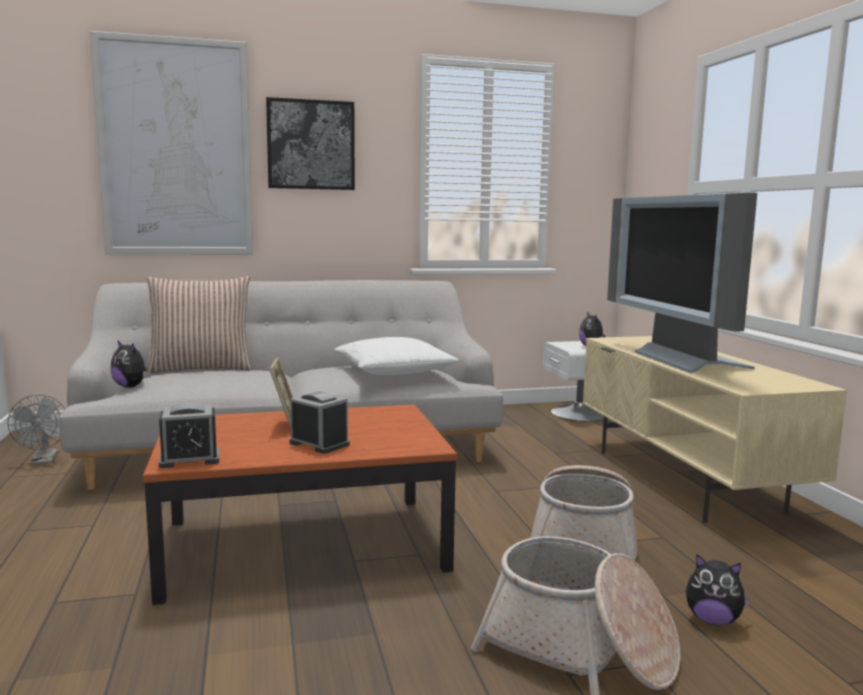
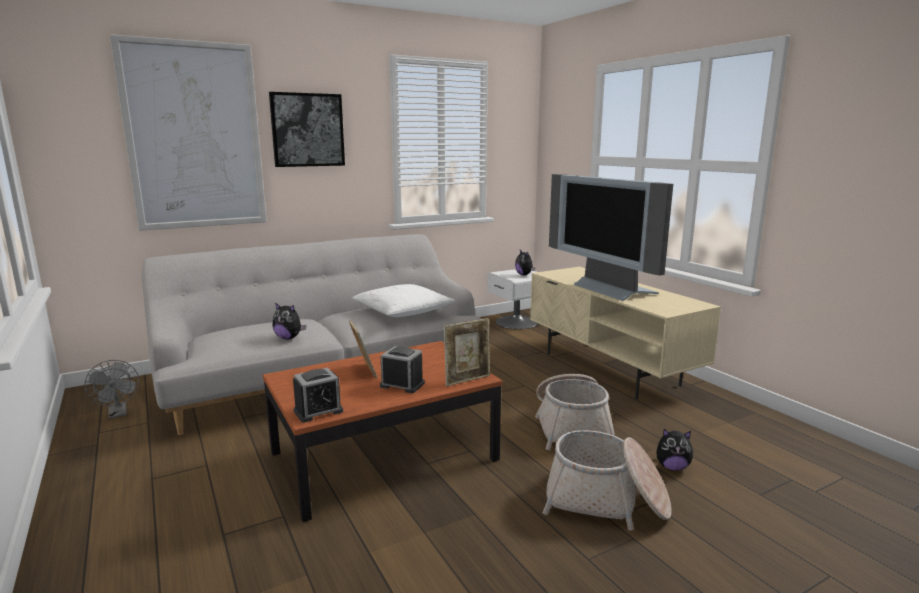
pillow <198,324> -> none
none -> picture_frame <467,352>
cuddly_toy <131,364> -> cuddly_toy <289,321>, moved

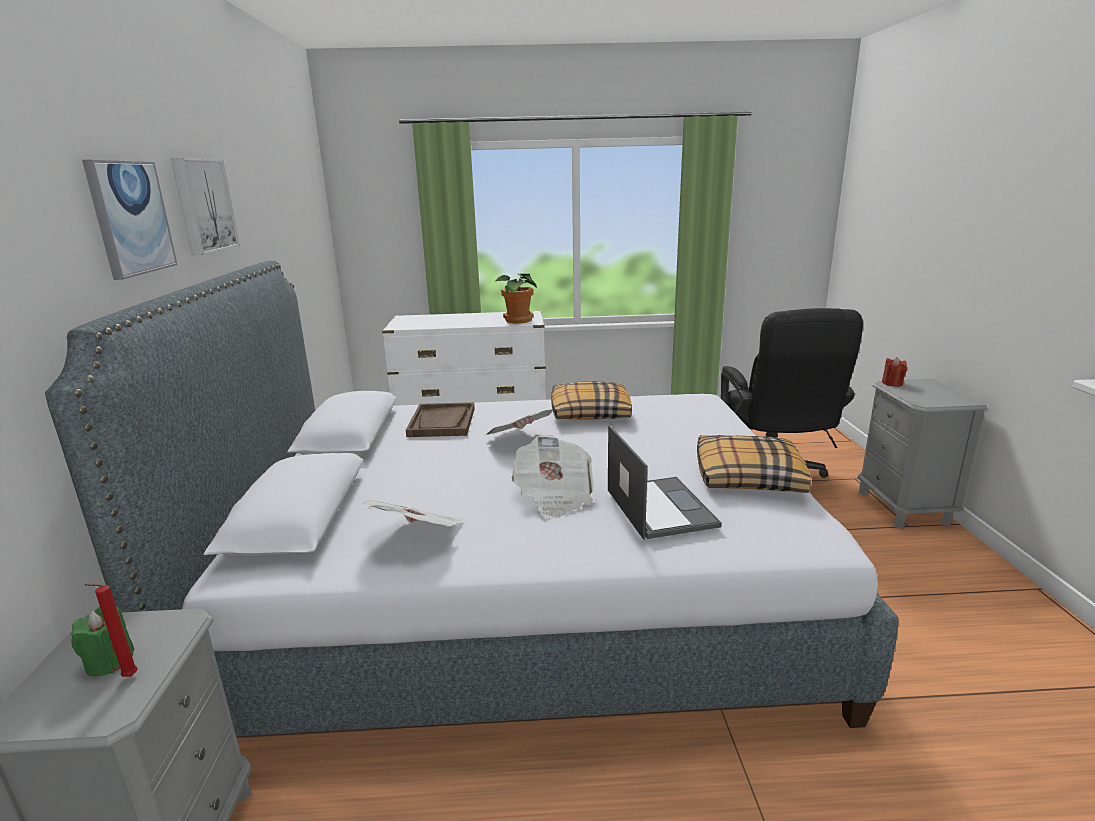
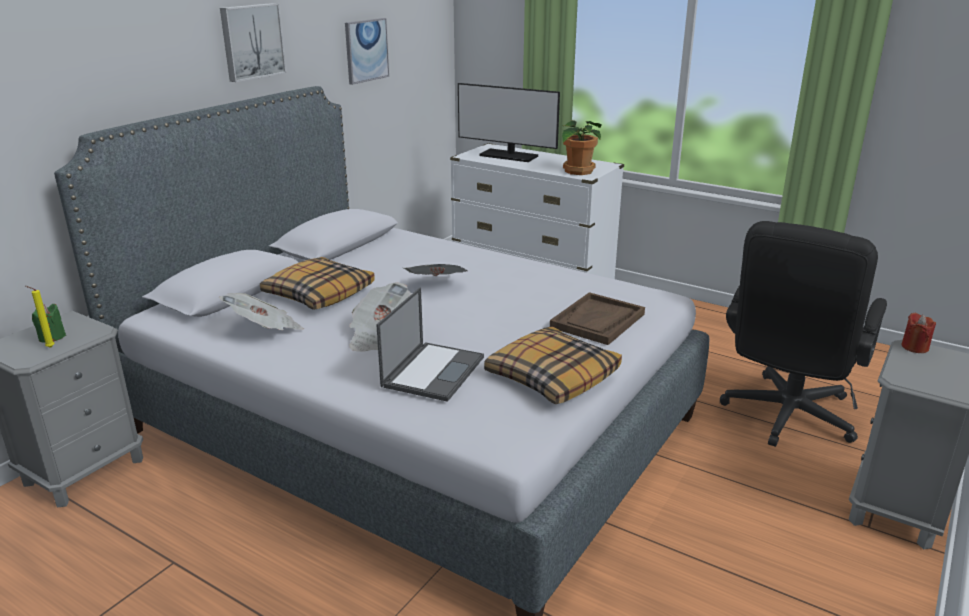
none -> monitor <509,122>
wall_art <130,219> -> wall_art <367,51>, moved
brownish_carrying_tray <440,419> -> brownish_carrying_tray <597,318>, moved
pillow <591,400> -> pillow <317,283>, moved
red-coloured_wax_candle <111,630> -> yellow_wax_candle <40,317>

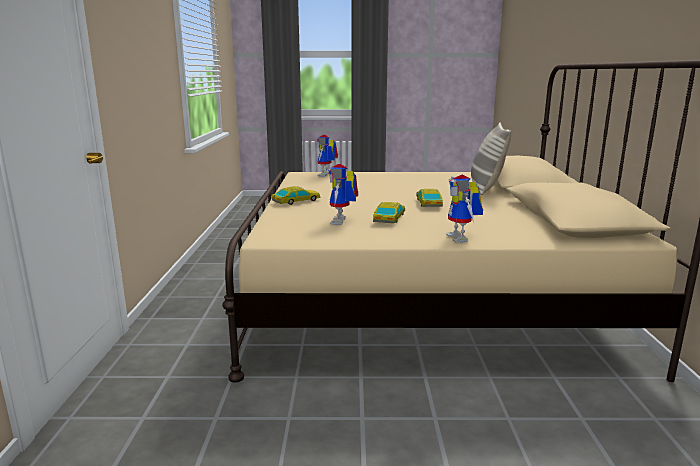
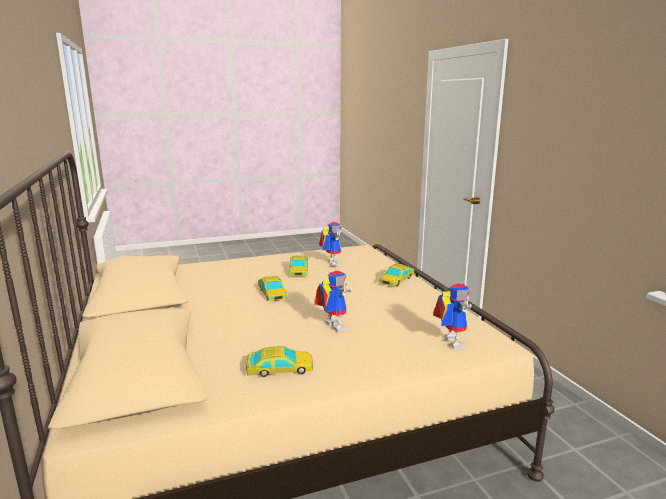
pillow <491,158> -> none
none -> model_car <279,361>
model_robot <464,209> -> model_robot <333,301>, moved

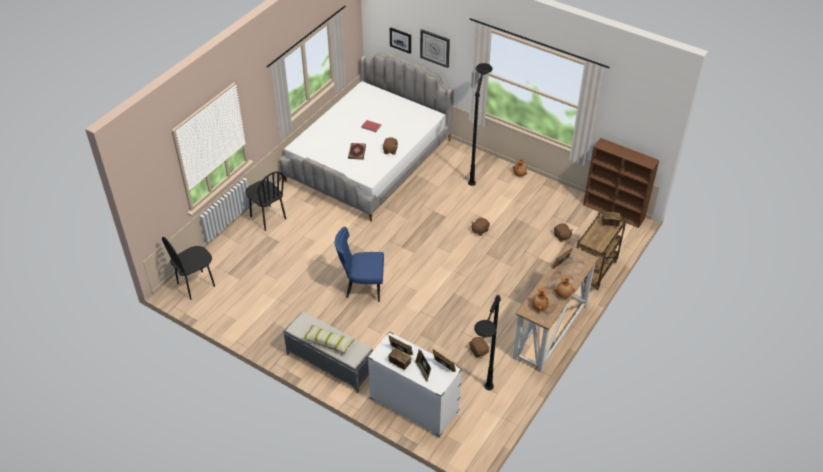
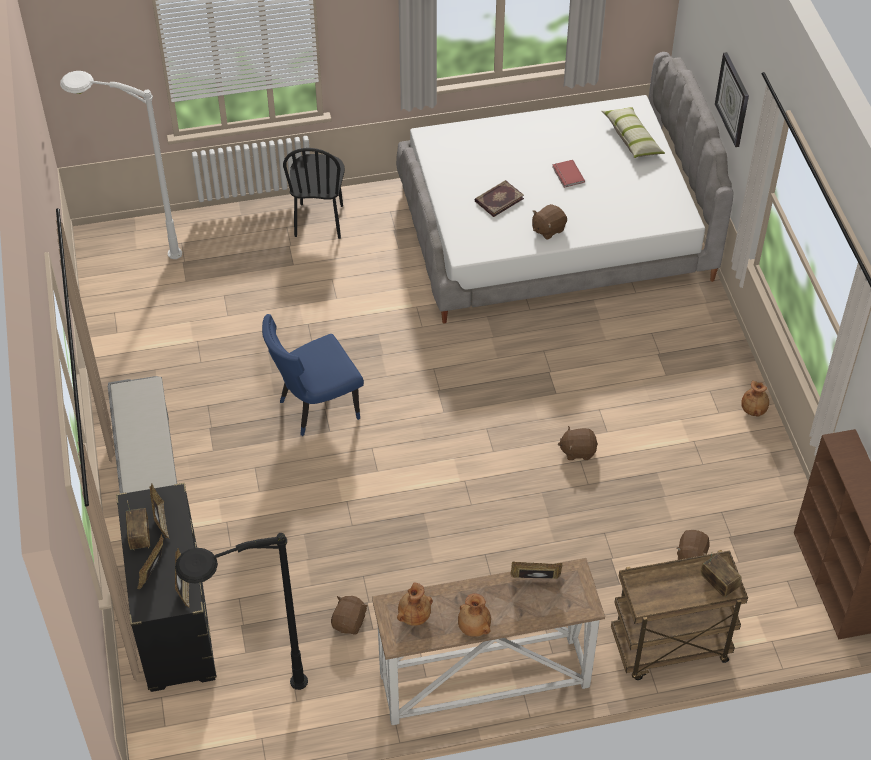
wall_art <400,40> -> none
blackish_standard_lamp <480,124> -> none
pillow <328,339> -> pillow <633,132>, moved
blackish_upright_chair <188,268> -> white_standard_lamp <121,165>
white_dresser <415,385> -> blackish_dresser <166,587>
blue-coloured_upright_chair <359,264> -> blue-coloured_upright_chair <313,375>, 75 degrees counterclockwise

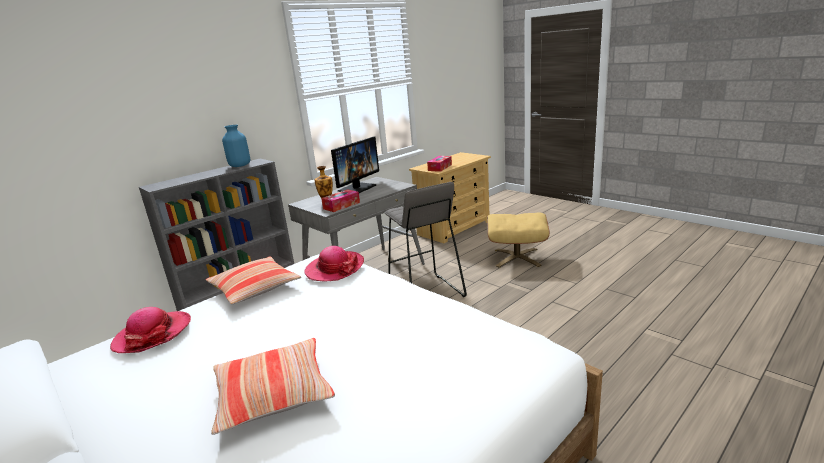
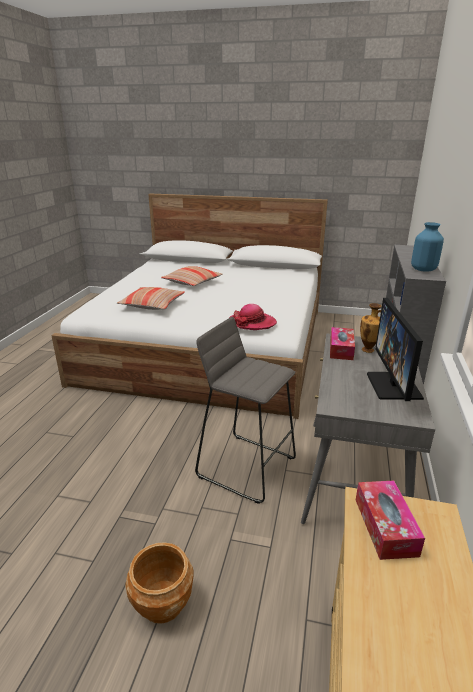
clothing_hat <150,330> -> none
pillow <253,280> -> pillow <151,298>, moved
beige_pouffe <518,240> -> brownish_planter <159,583>

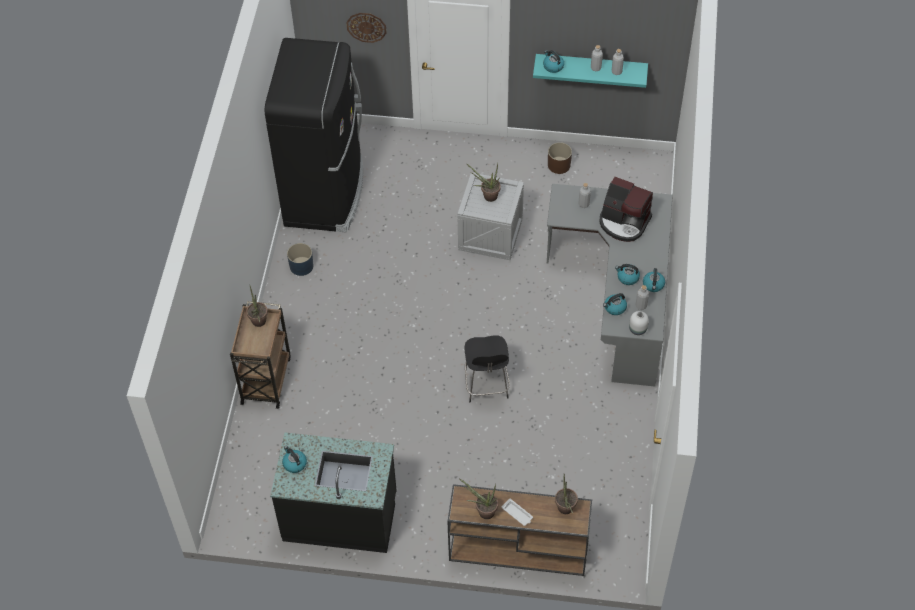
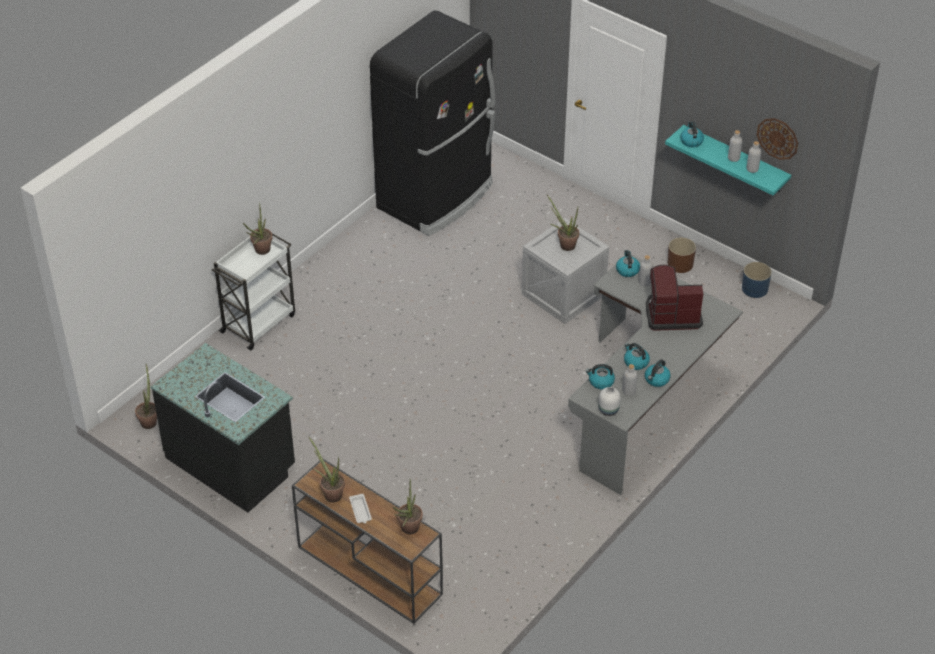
blackish_sitting_stool <487,368> -> none
none -> plant_in_a_pot <146,396>
tea_kettle <294,459> -> tea_kettle <628,263>, moved
blue-coloured_planter <300,259> -> blue-coloured_planter <757,280>, moved
clock_on_the_wall <366,28> -> clock_on_the_wall <777,139>, moved
brownish_cart <260,355> -> white_cart <253,291>
coffee_maker <626,209> -> coffee_maker <674,298>, 120 degrees clockwise

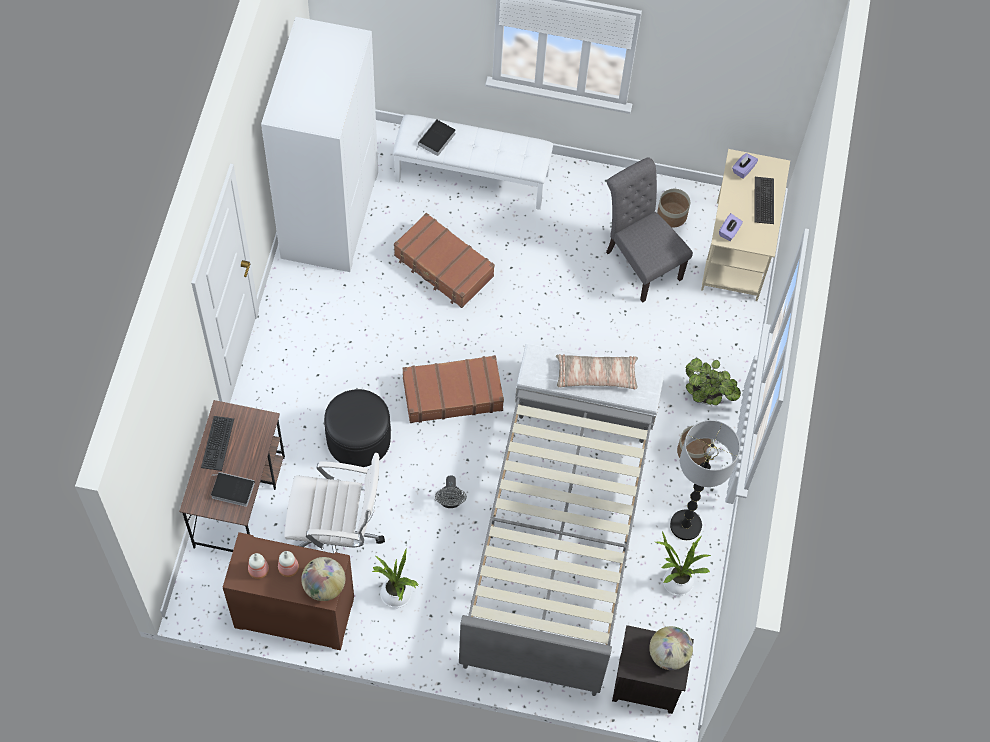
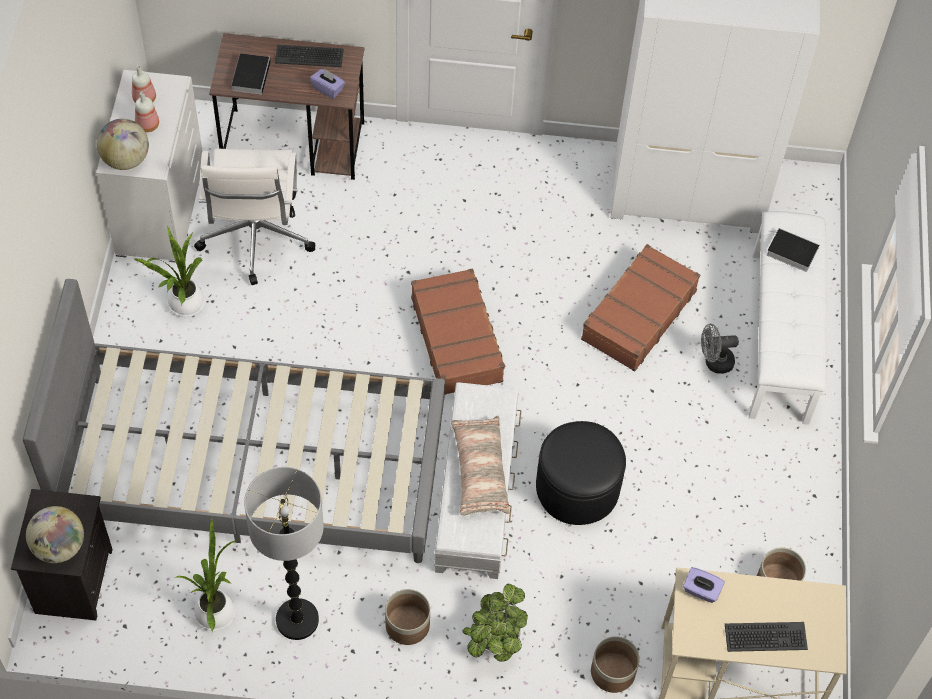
grey_upright_chair <649,230> -> none
none -> planter <615,664>
blackish_pouffe <357,428> -> blackish_pouffe <581,473>, moved
grey_electric_fan <451,491> -> grey_electric_fan <720,349>, moved
purple_box_of_tissues <745,166> -> purple_box_of_tissues <327,83>, moved
brownish_dresser <288,591> -> white_dresser <149,166>

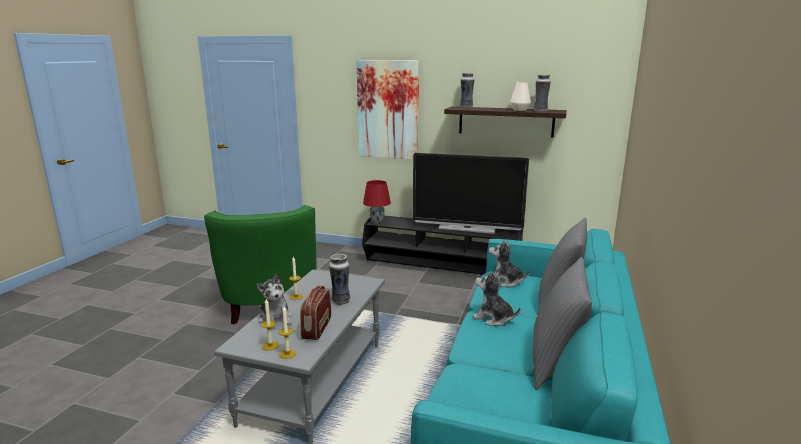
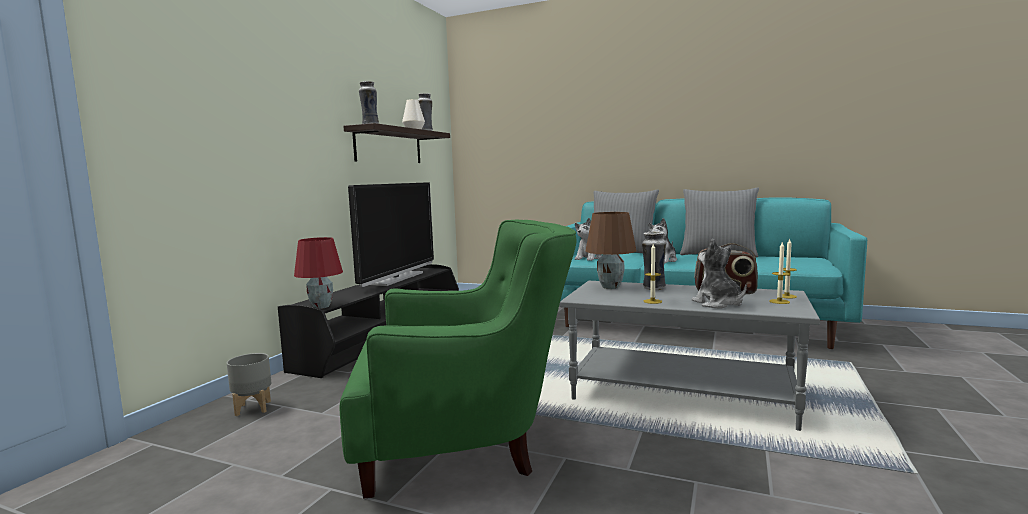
wall_art <387,110> -> none
none -> grey_planter <249,384>
none -> brownish_table_lamp <611,250>
cuddly_toy <274,301> -> cuddly_toy <719,274>, 90 degrees counterclockwise

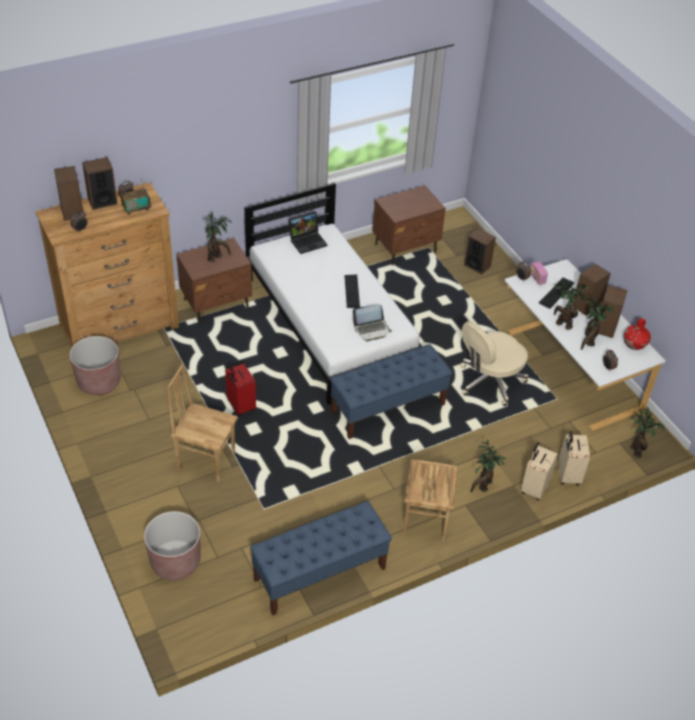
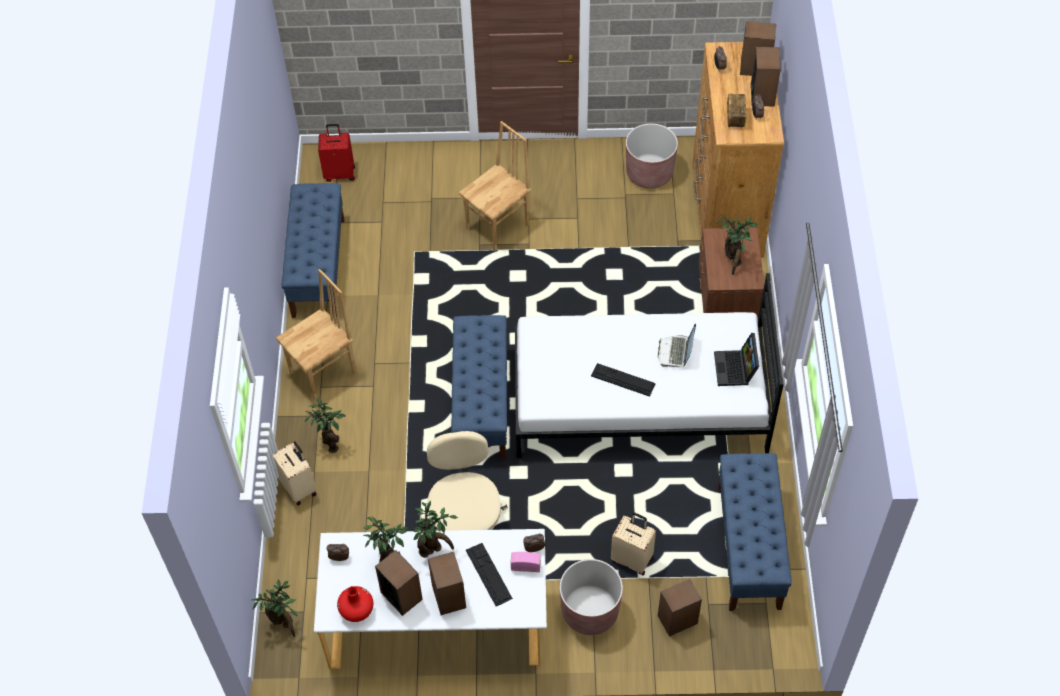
brownish_planter <172,545> -> brownish_planter <591,597>, moved
red-coloured_travel_case <240,389> -> red-coloured_travel_case <336,153>, moved
notebook_computer <372,322> -> notebook_computer <677,345>, moved
beige_travel_case <574,458> -> beige_travel_case <633,544>, moved
brownish_bedside_table <409,226> -> blue-coloured_bench <755,532>
brownish_upright_chair <430,500> -> brownish_upright_chair <316,334>, 105 degrees clockwise

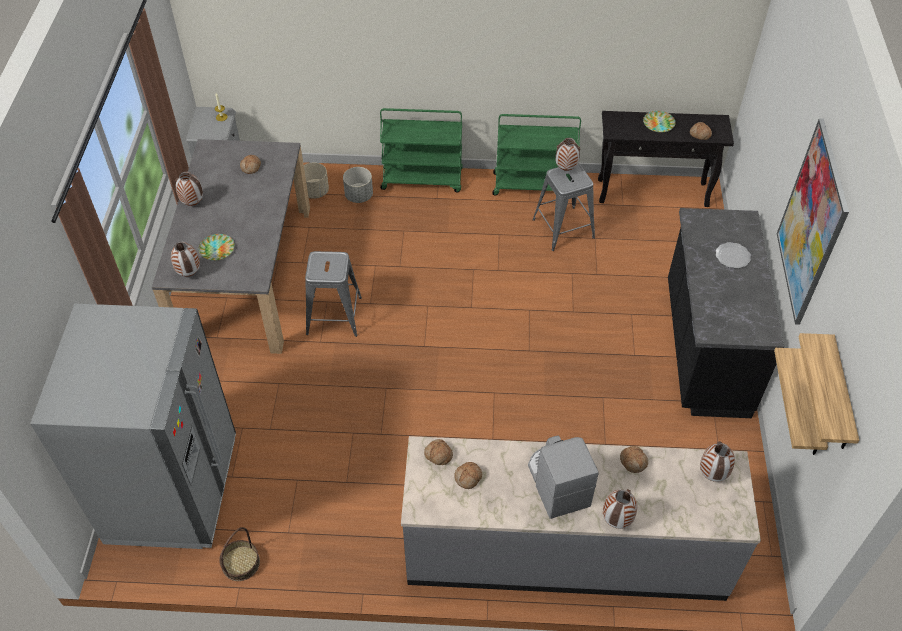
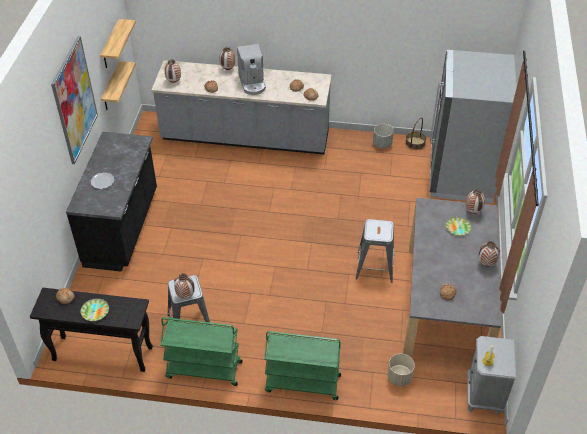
grey_planter <358,185> -> grey_planter <383,136>, moved

